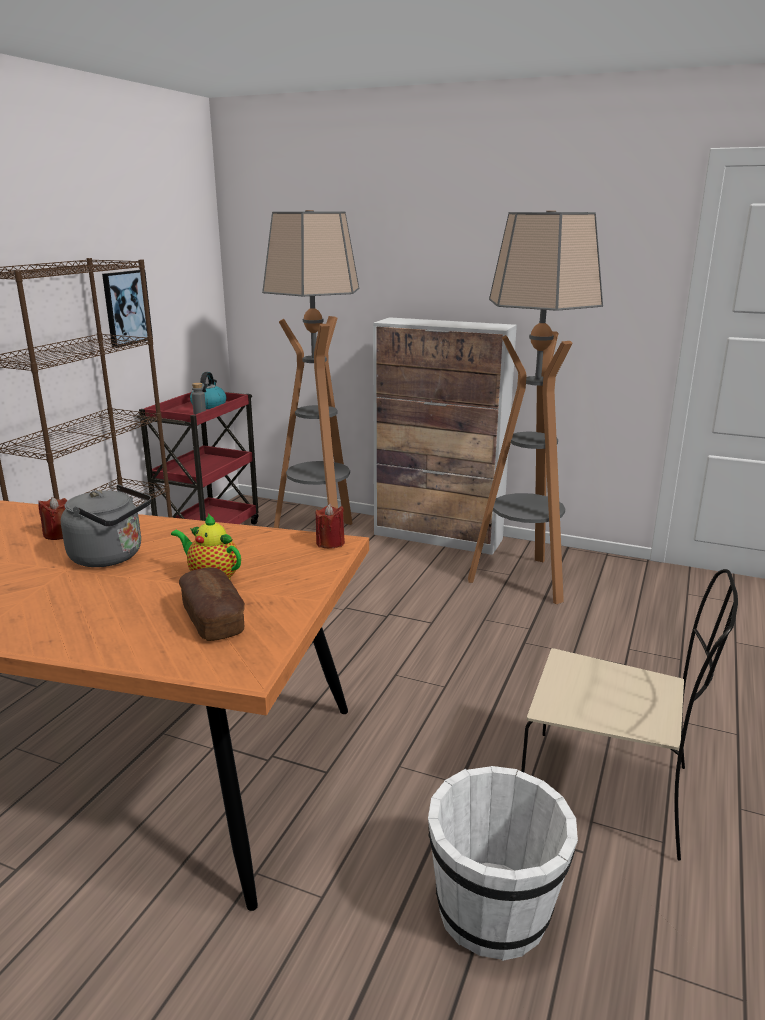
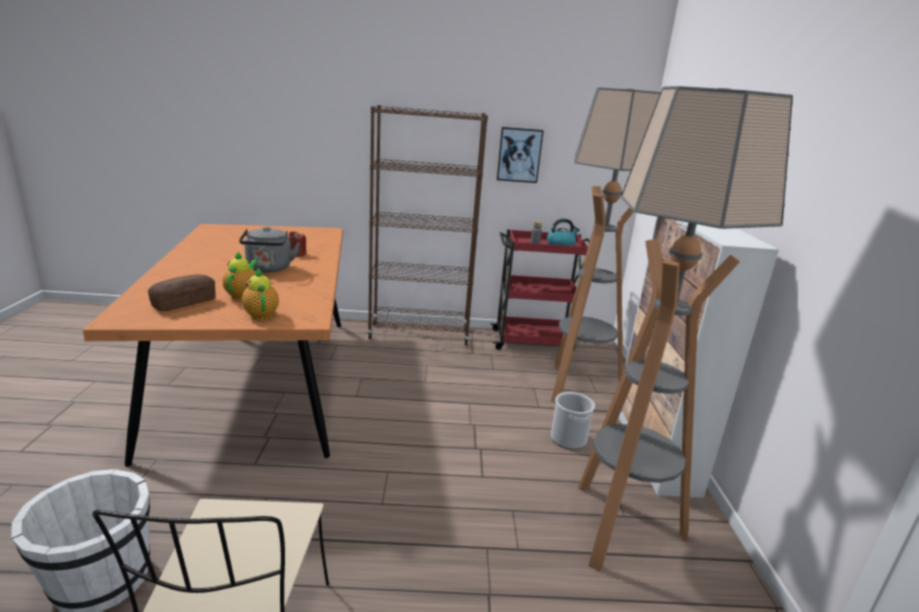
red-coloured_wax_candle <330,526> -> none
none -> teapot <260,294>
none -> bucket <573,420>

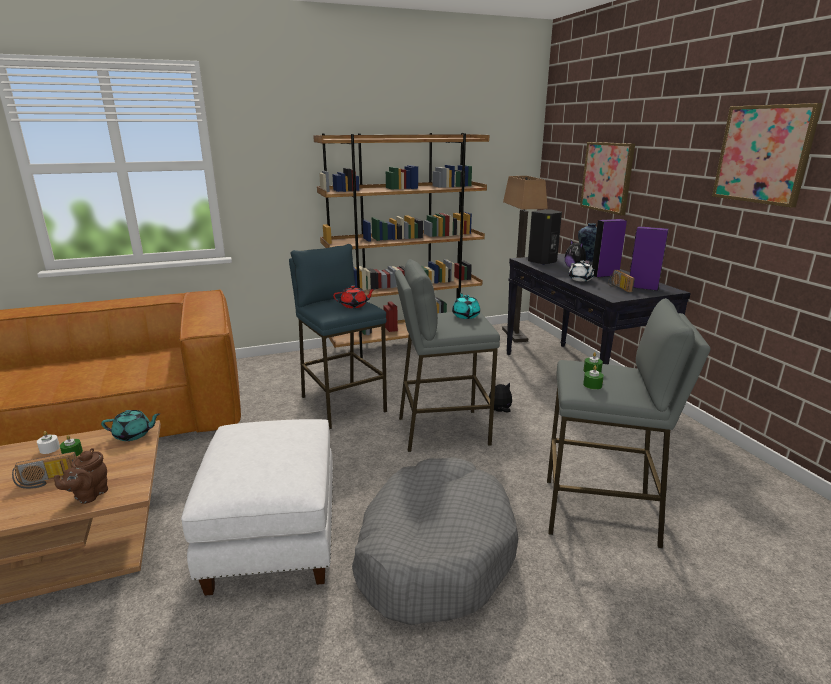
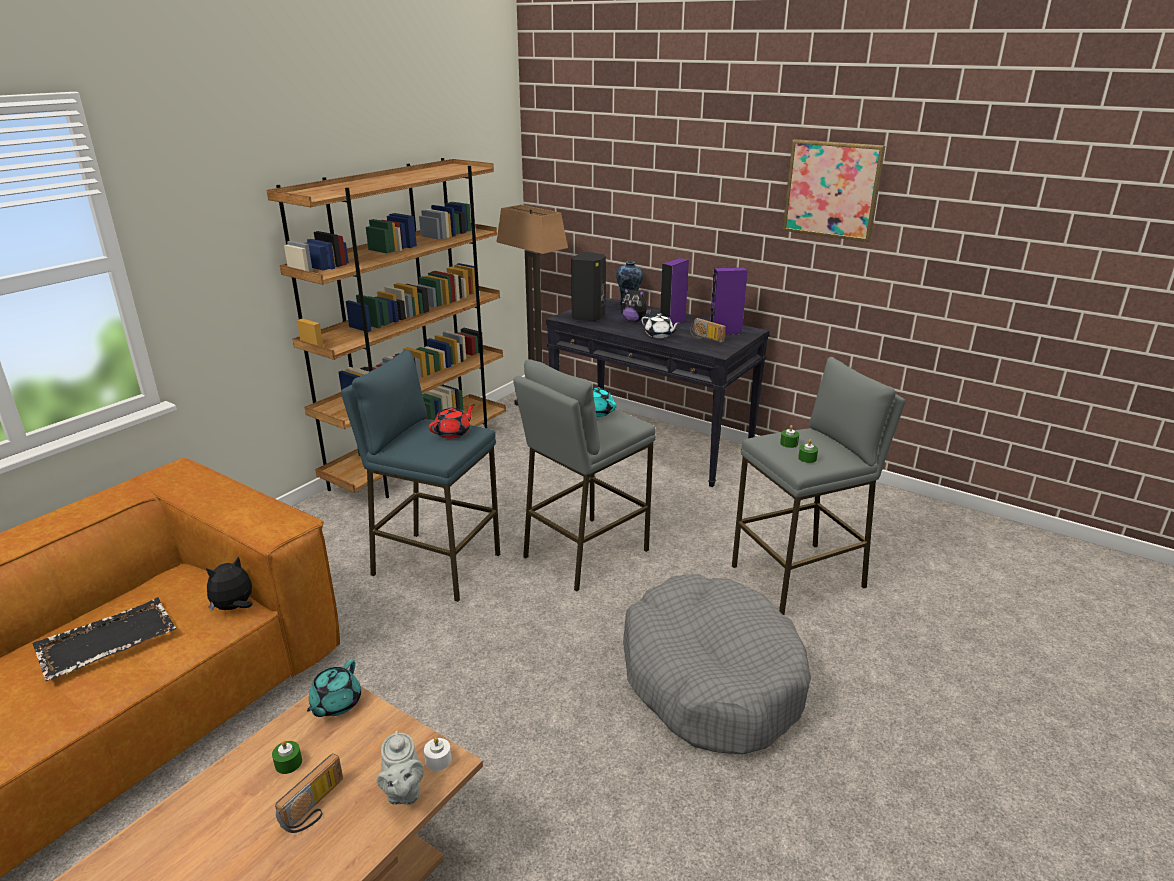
white_pouffe <257,507> -> none
wall_art <607,178> -> none
none -> blackish_carrying_tray <104,639>
white_wax_candle <48,442> -> white_wax_candle <437,754>, moved
cuddly_toy <500,398> -> cuddly_toy <229,584>, moved
brownish_teapot <81,476> -> grey_teapot <400,768>
turquoise-coloured_teapot <130,425> -> turquoise-coloured_teapot <334,688>, 150 degrees clockwise

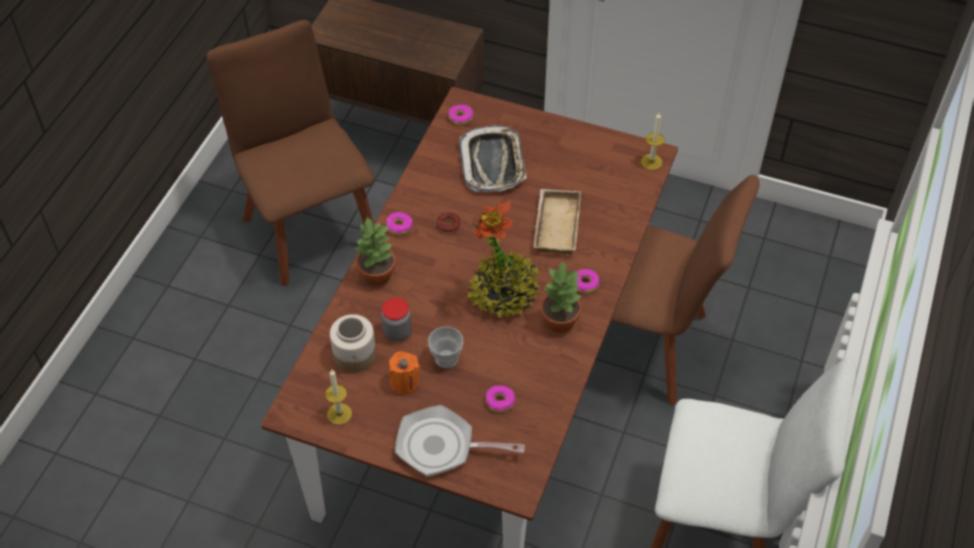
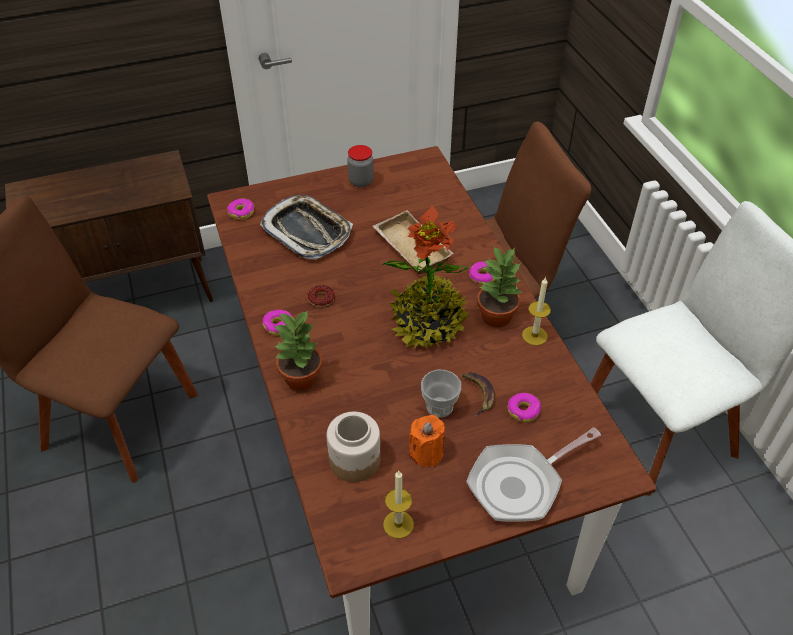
none -> whole_banana <478,394>
jar <396,319> -> jar <360,166>, moved
wax_candle <652,141> -> wax_candle <536,311>, moved

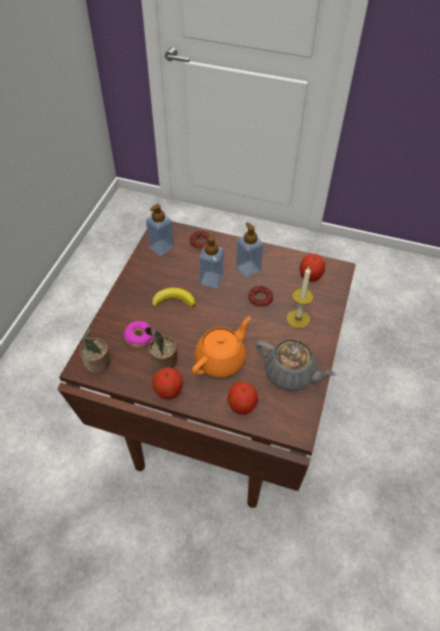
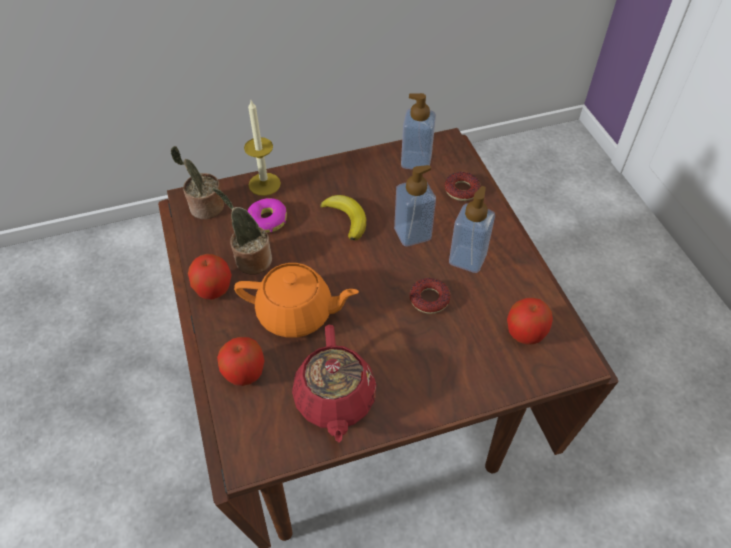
wax_candle <300,298> -> wax_candle <262,148>, moved
grey_teapot <296,364> -> red-coloured_teapot <334,383>

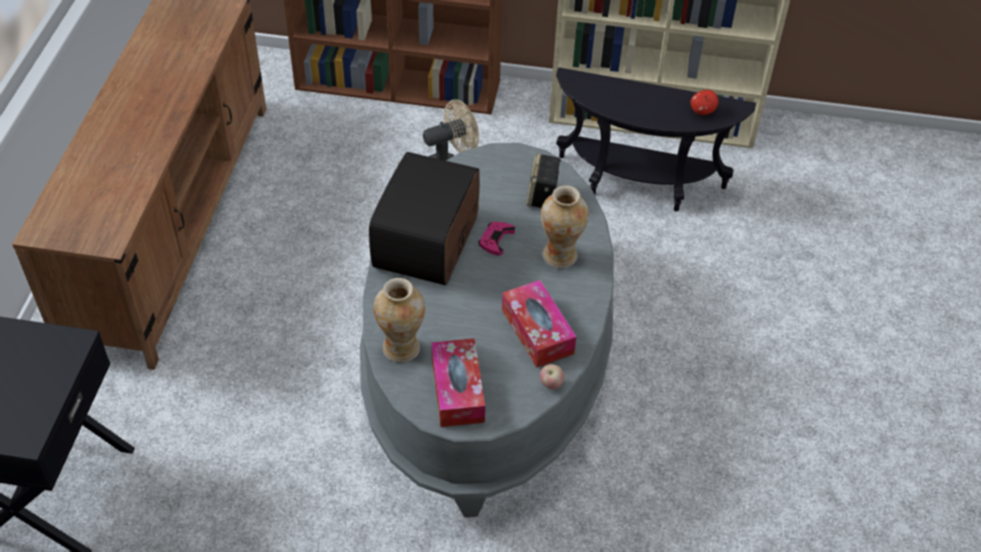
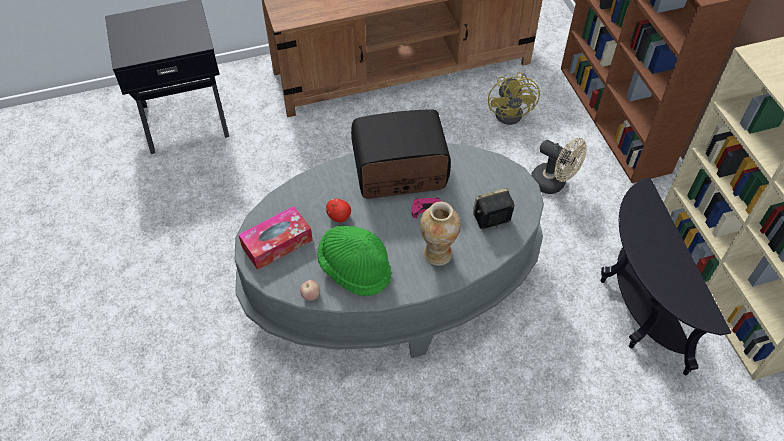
decorative_vase <399,320> -> none
none -> yellow_electric_fan <514,98>
apple_fruit <704,102> -> apple_fruit <338,210>, moved
box_of_tissues <539,324> -> green_clothing_hat <354,261>

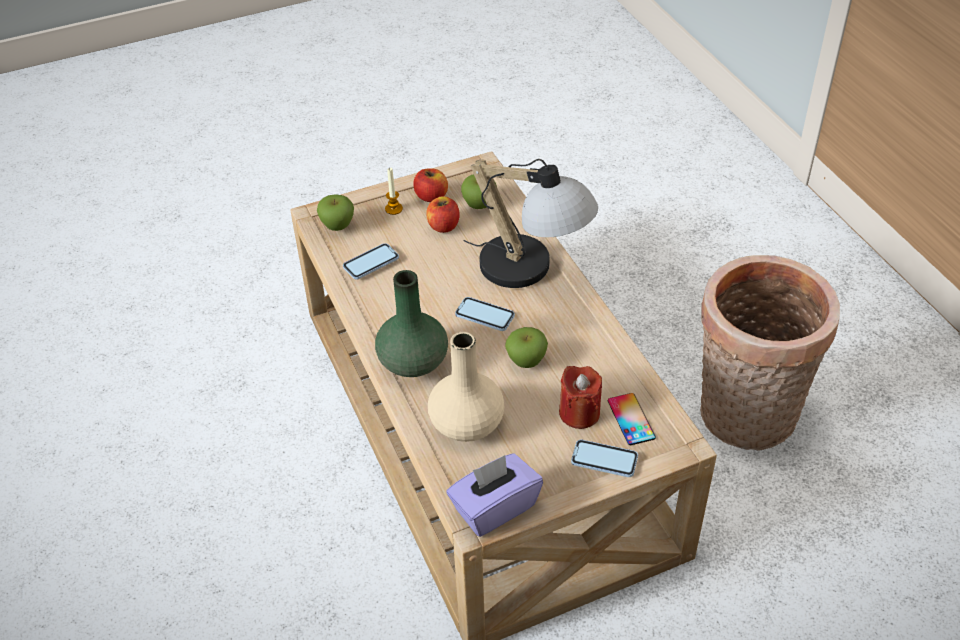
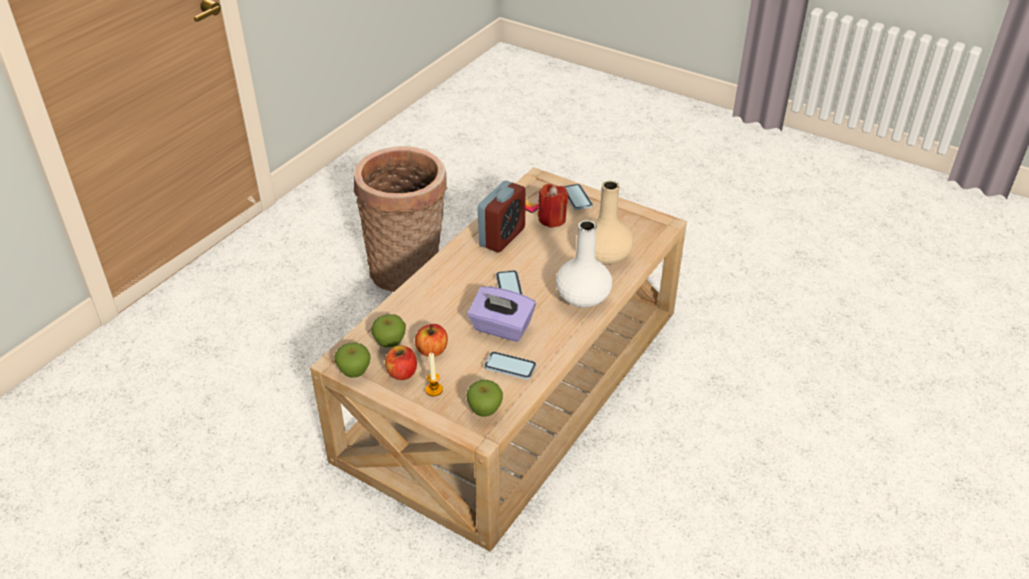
table_lamp <531,223> -> none
none -> table_clock <502,216>
purple_box_of_tissues <494,495> -> purple_box_of_tissues <502,314>, moved
apple_fruit <526,347> -> apple_fruit <352,360>, moved
green_decorative_vase <411,323> -> white_decorative_vase <584,264>

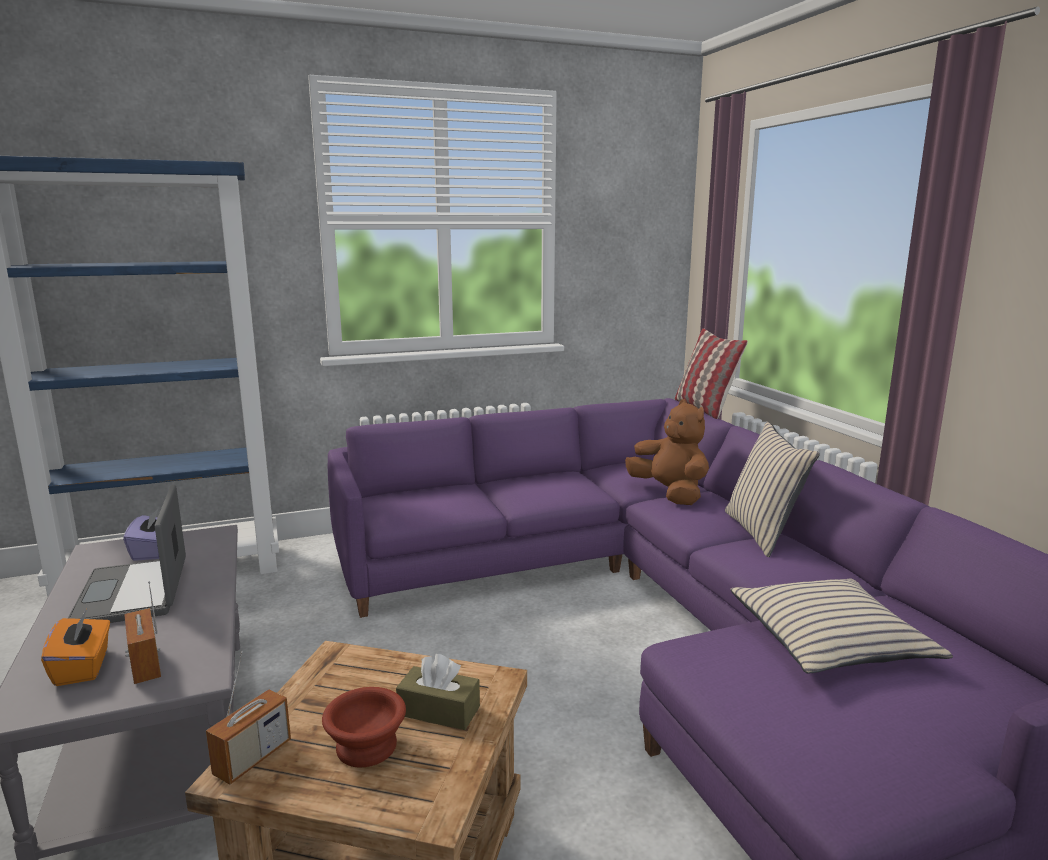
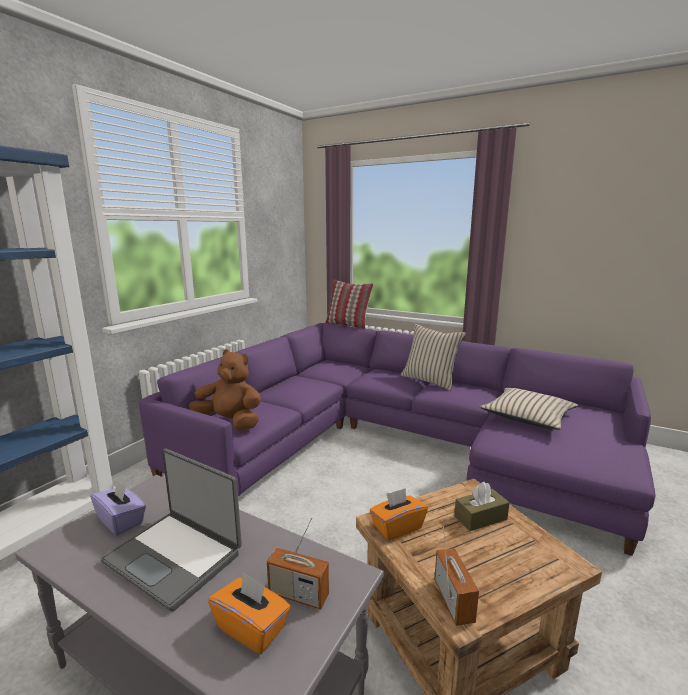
brownish_deep_dish <364,727> -> none
none -> orange_box_of_tissues <399,514>
brownish_cuddly_toy <667,452> -> brownish_cuddly_toy <225,389>, moved

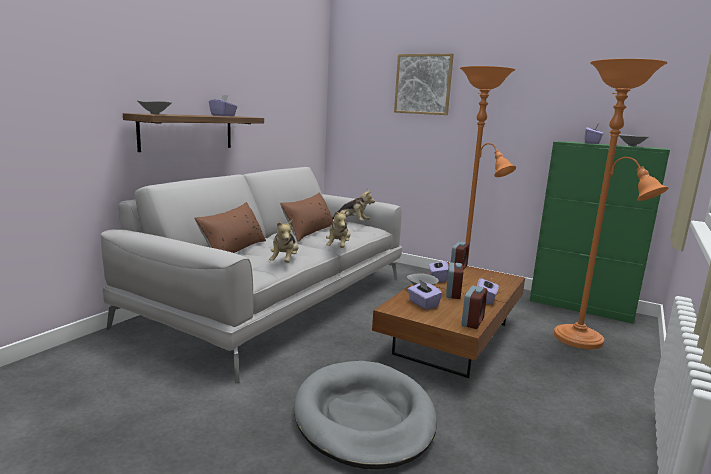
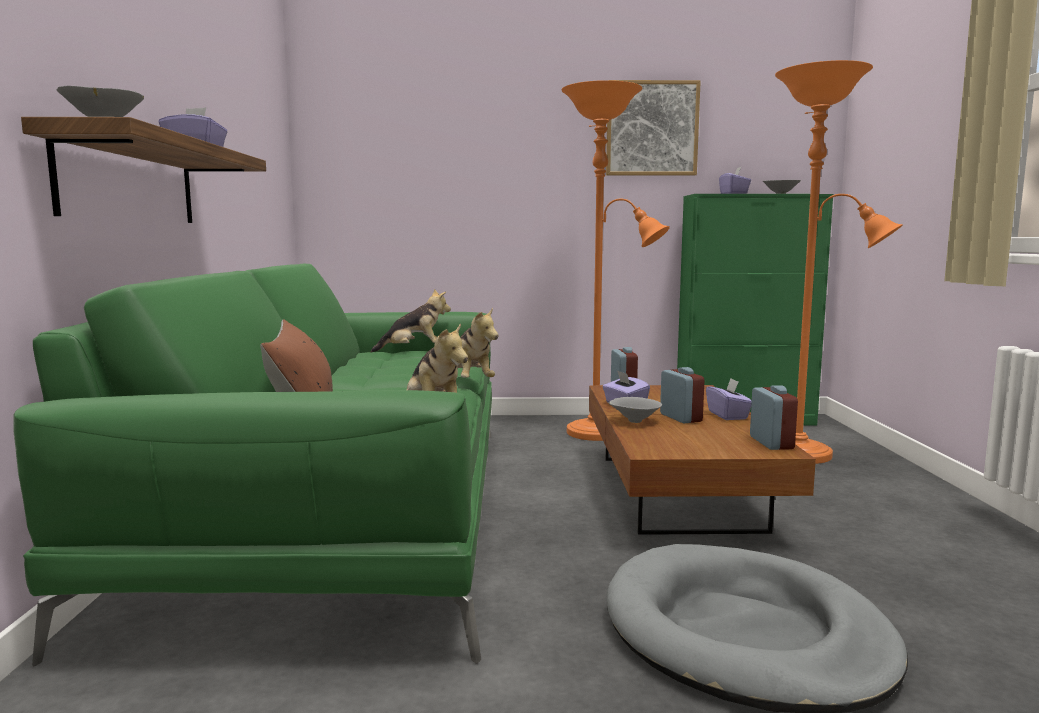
brownish_pillow <306,217> -> none
purple_box_of_tissues <425,294> -> none
wall_art <424,84> -> wall_art <653,128>, moved
grey_sofa <251,275> -> green_sofa <252,465>

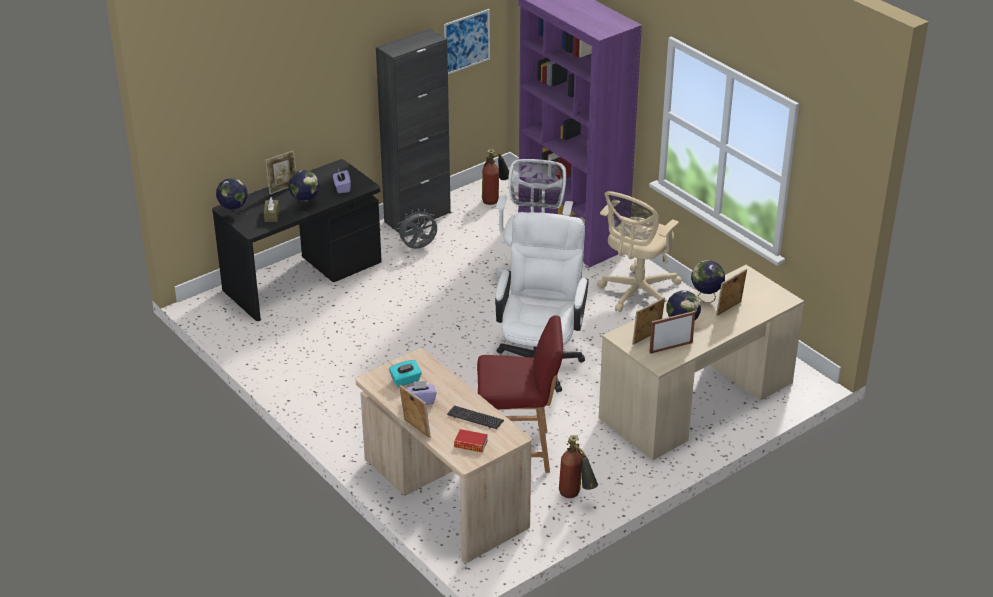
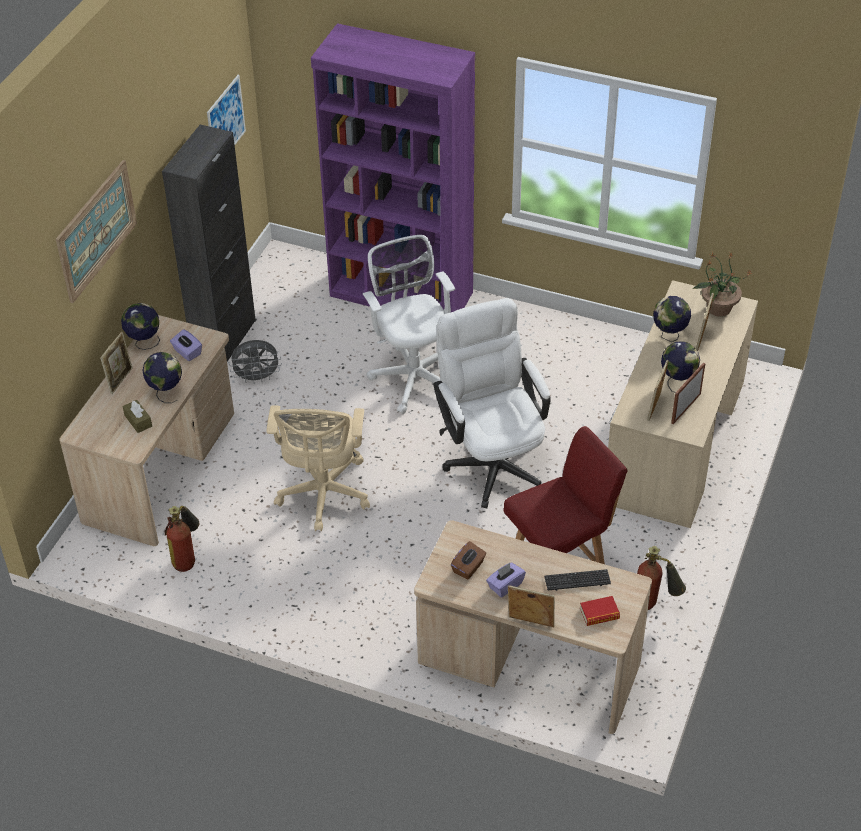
none -> wall_art <96,231>
none -> plant_in_a_pot <722,284>
desk_globe <232,198> -> desk_globe <140,326>, moved
fire_extinguisher <495,177> -> fire_extinguisher <182,539>, moved
beige_office_chair <639,251> -> beige_office_chair <318,468>, moved
blackish_desk <297,240> -> beige_desk <146,430>
turquoise-coloured_box_of_tissues <405,373> -> brownish_box_of_tissues <468,560>
grey_electric_fan <416,229> -> grey_electric_fan <255,361>, 135 degrees counterclockwise

